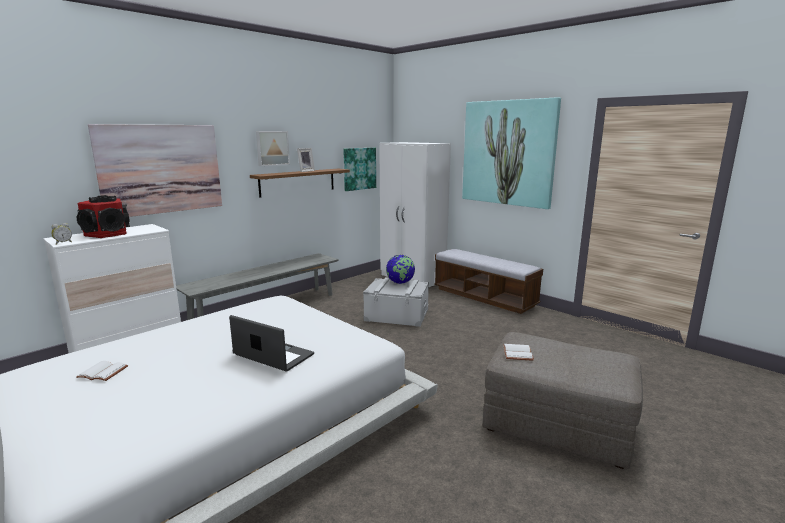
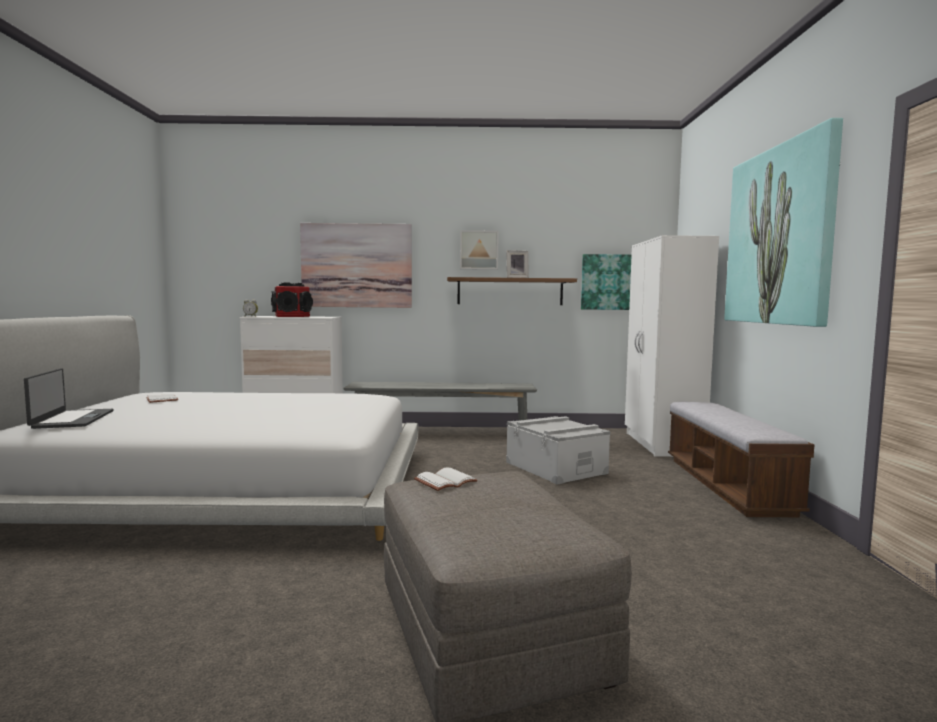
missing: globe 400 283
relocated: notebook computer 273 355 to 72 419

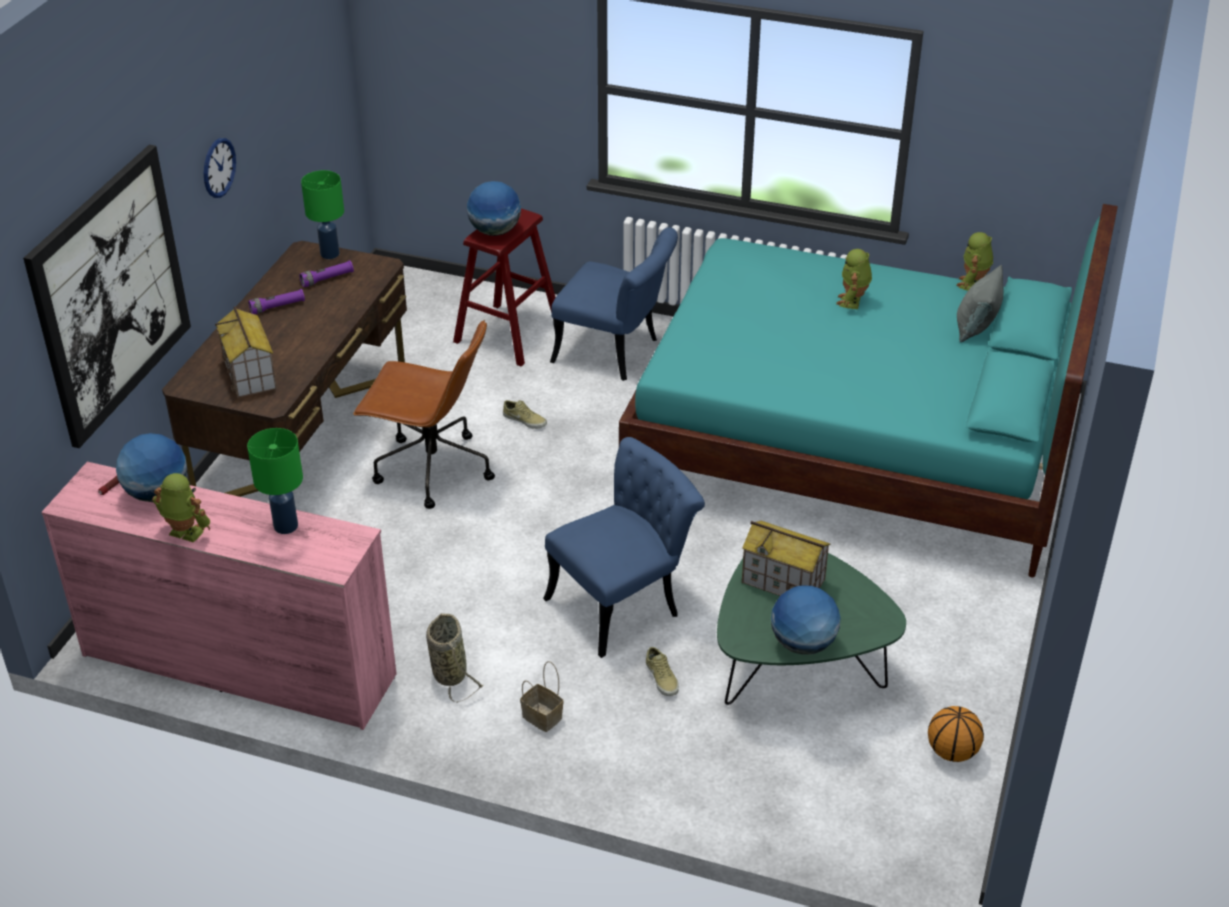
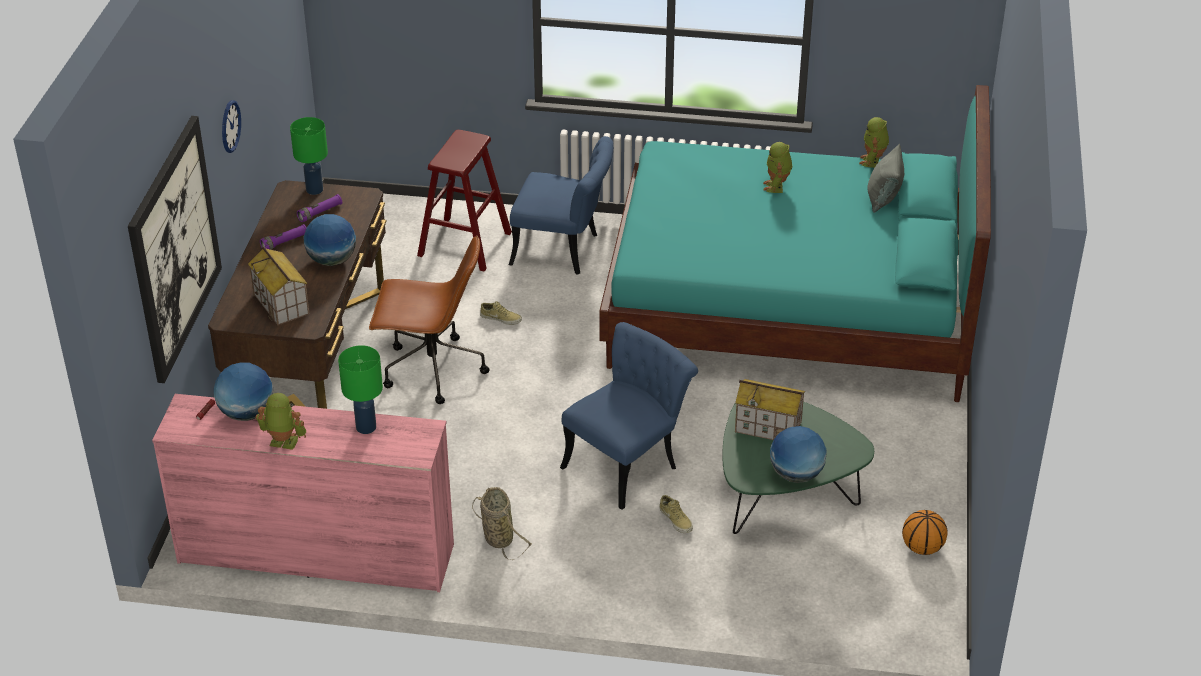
missing: basket 540 717
relocated: globe 495 231 to 332 260

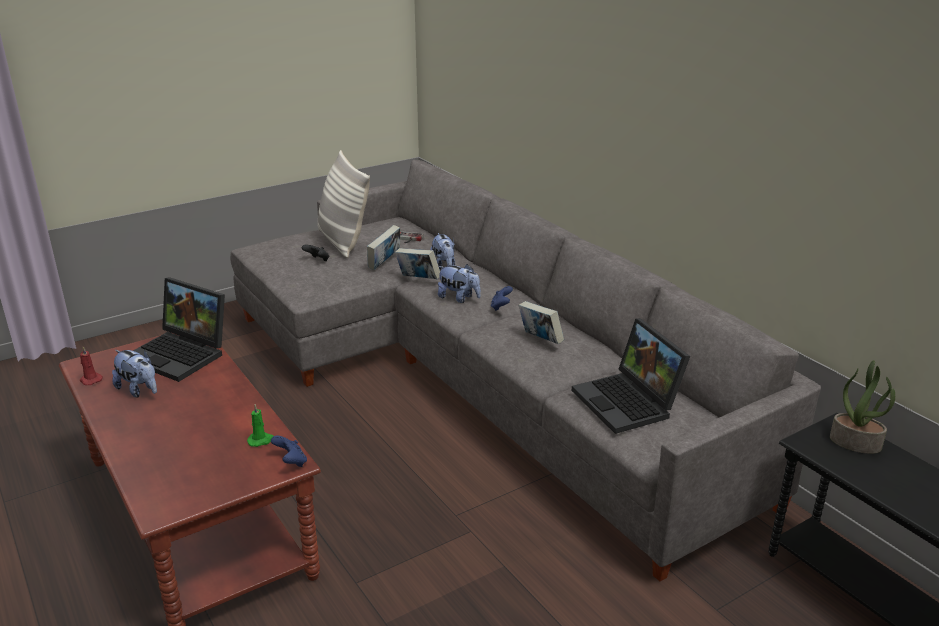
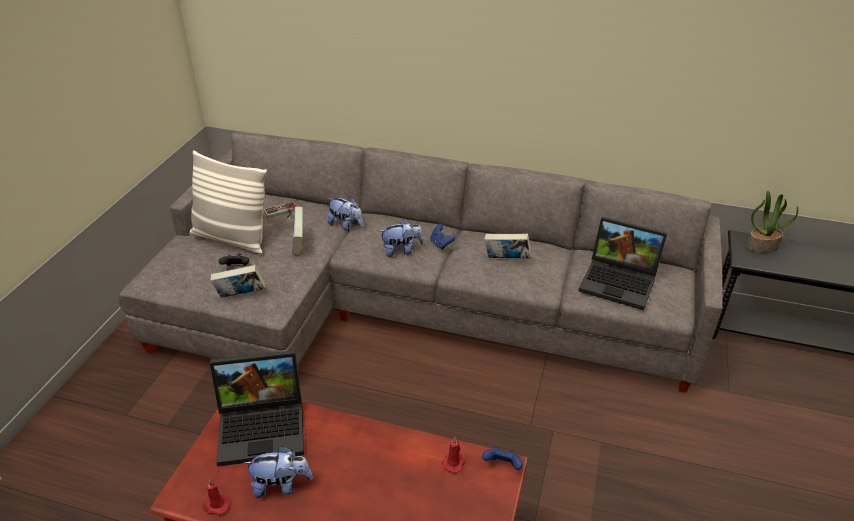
relocated: bound book 418 280 to 241 296
colour: green-coloured candle 261 440 to reddish candle 454 463

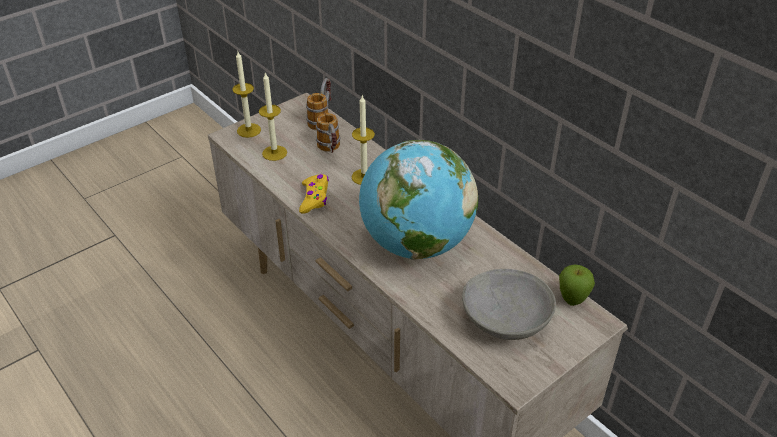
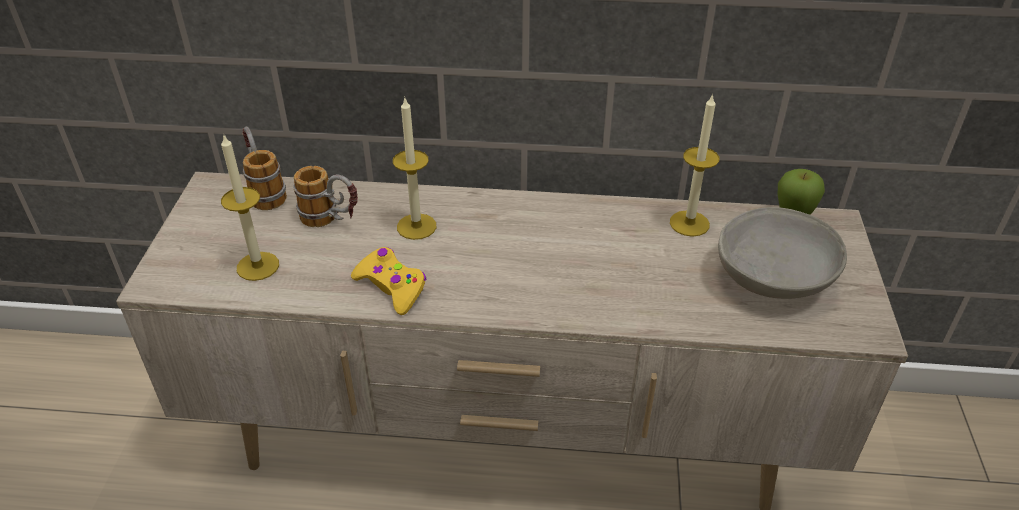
missing: globe 416 244
relocated: candle 249 130 to 689 223

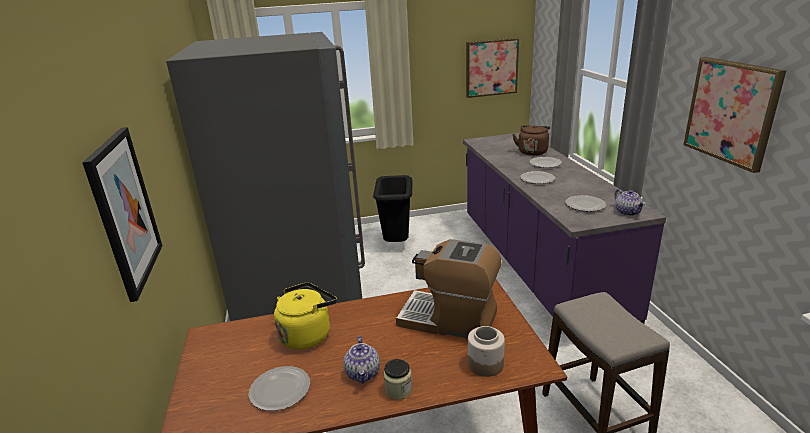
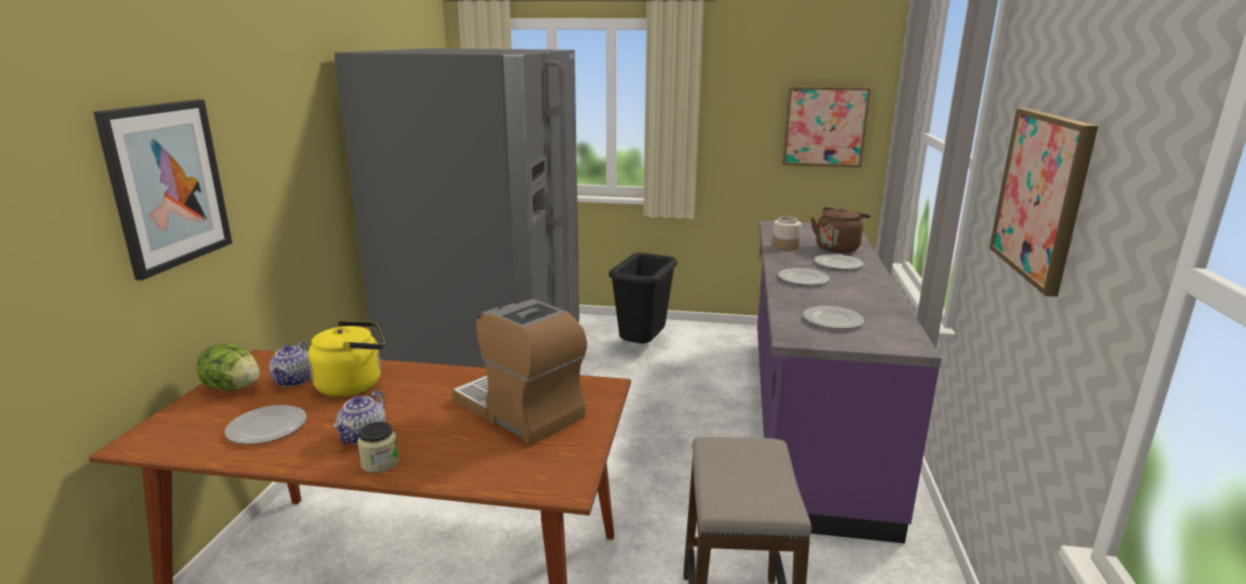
appeared: lettuce head 233 388
relocated: jar 486 364 to 786 246; pot for tea 628 212 to 294 380

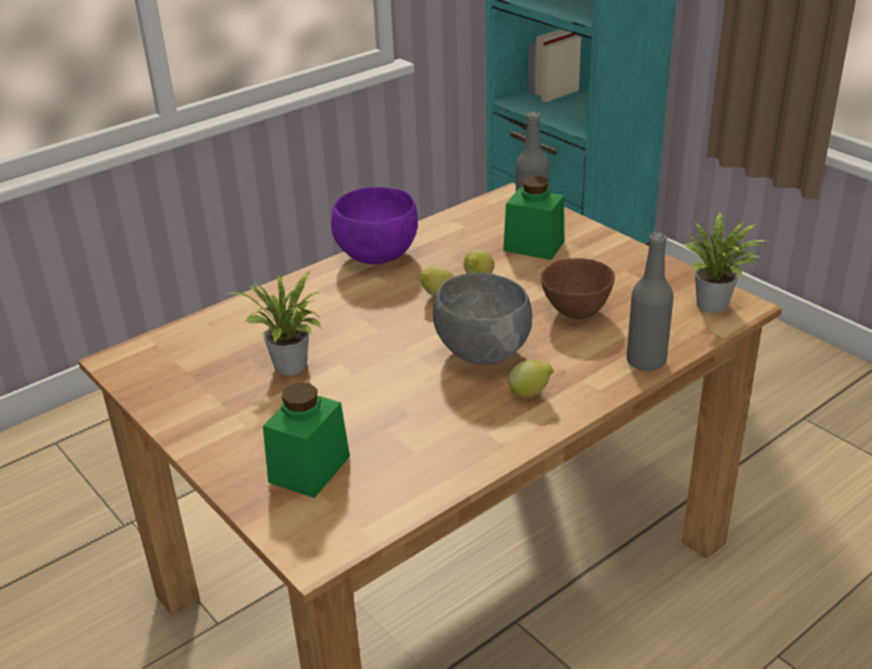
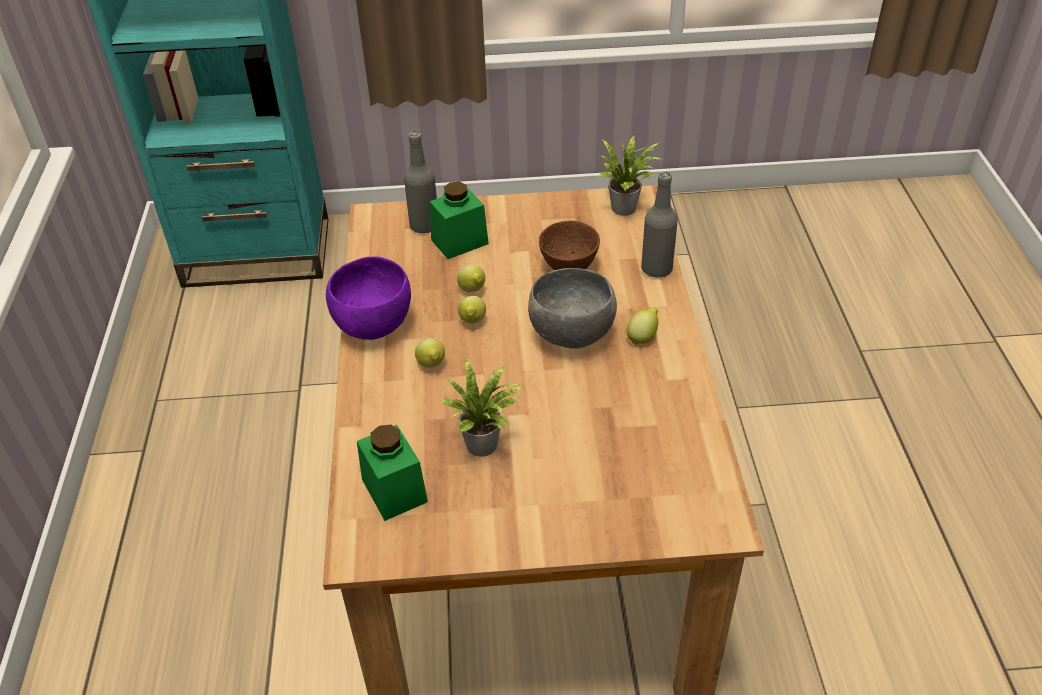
appeared: lemon 432 365
relocated: green-coloured jar 309 469 to 394 490

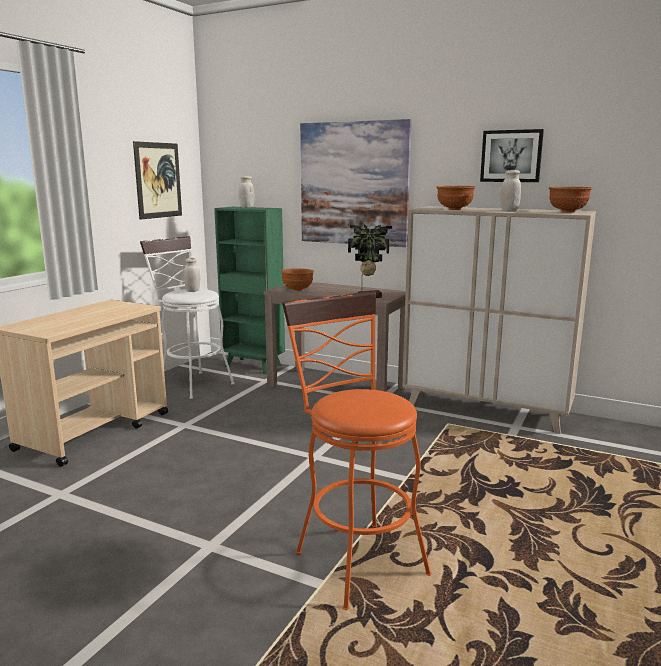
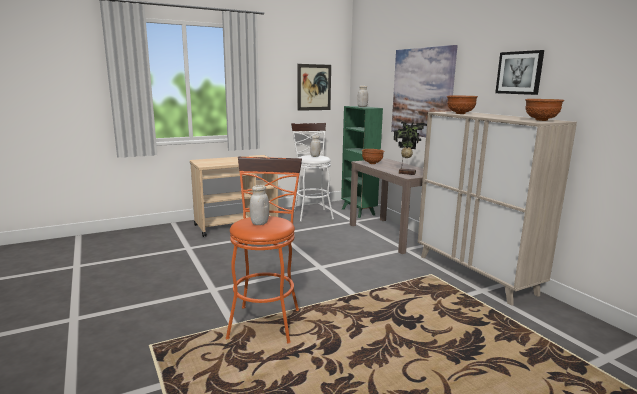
relocated: white-coloured jar 509 211 to 259 223

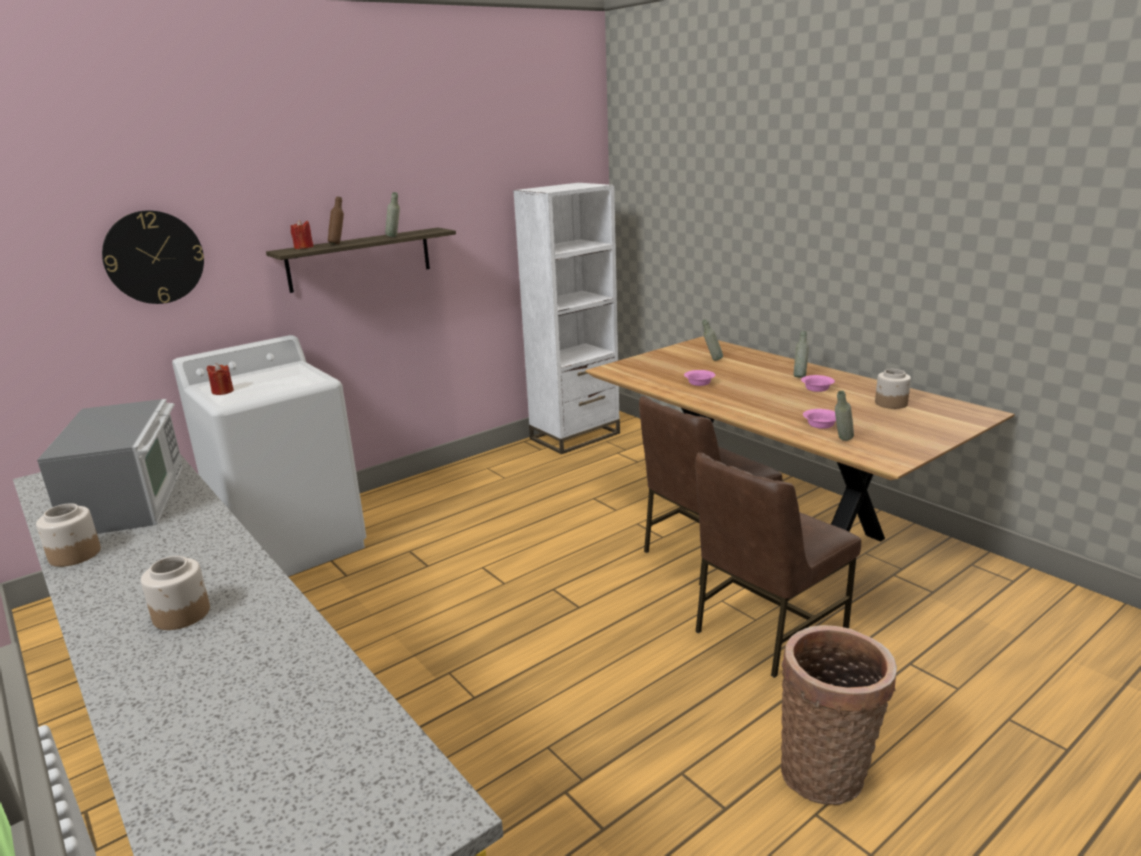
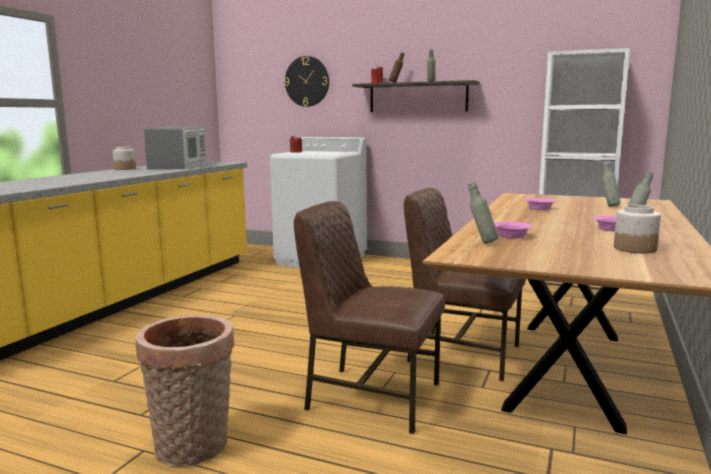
missing: jar 182 614
spun: kitchen microwave 131 499 = 179 166 45 degrees counterclockwise

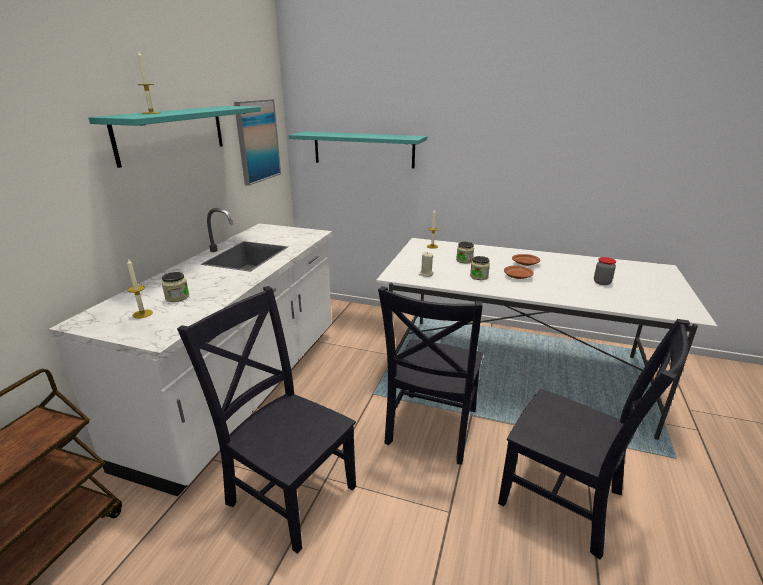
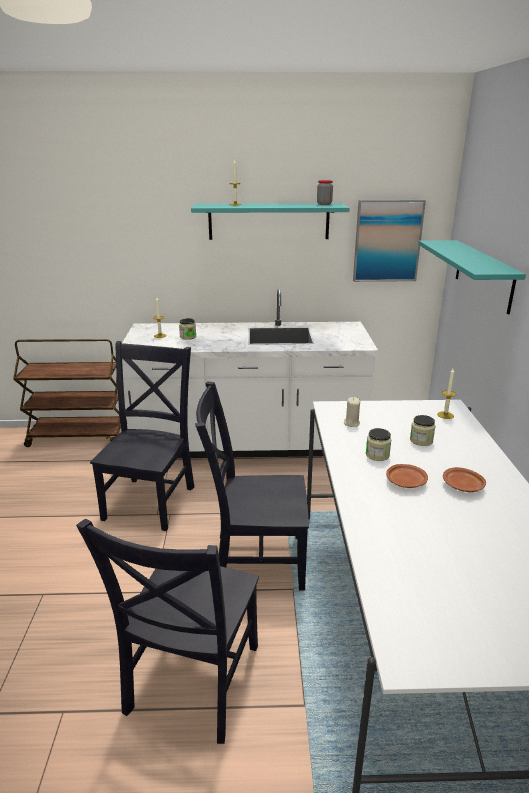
relocated: jar 602 282 to 324 204

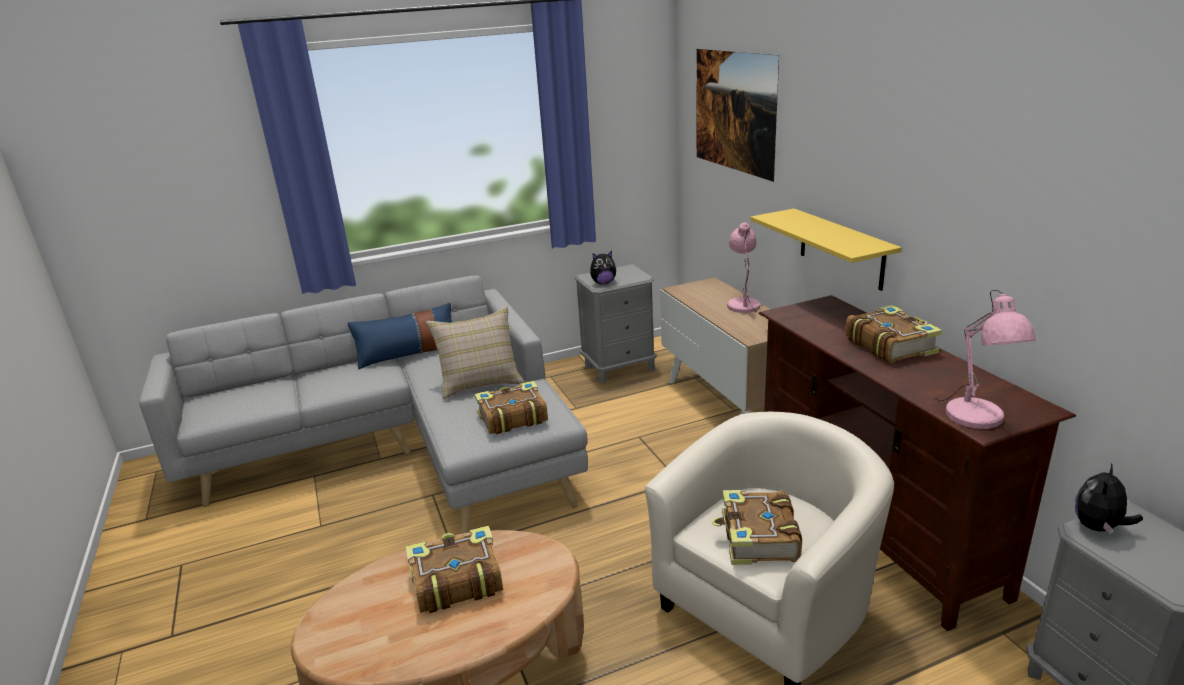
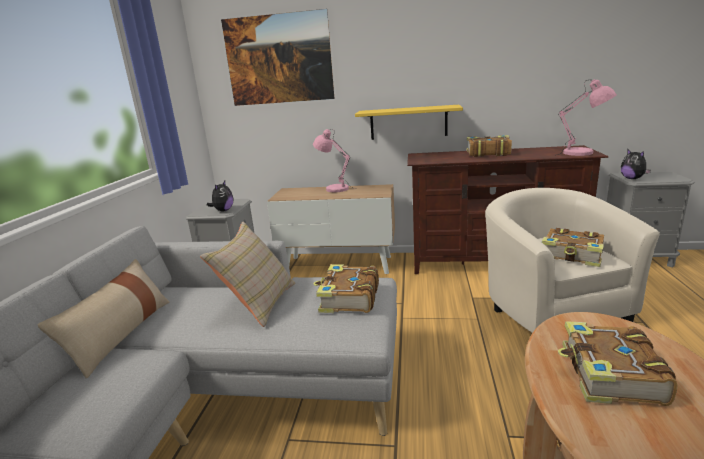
colour: blue cushion 408 354 to beige cushion 121 334

